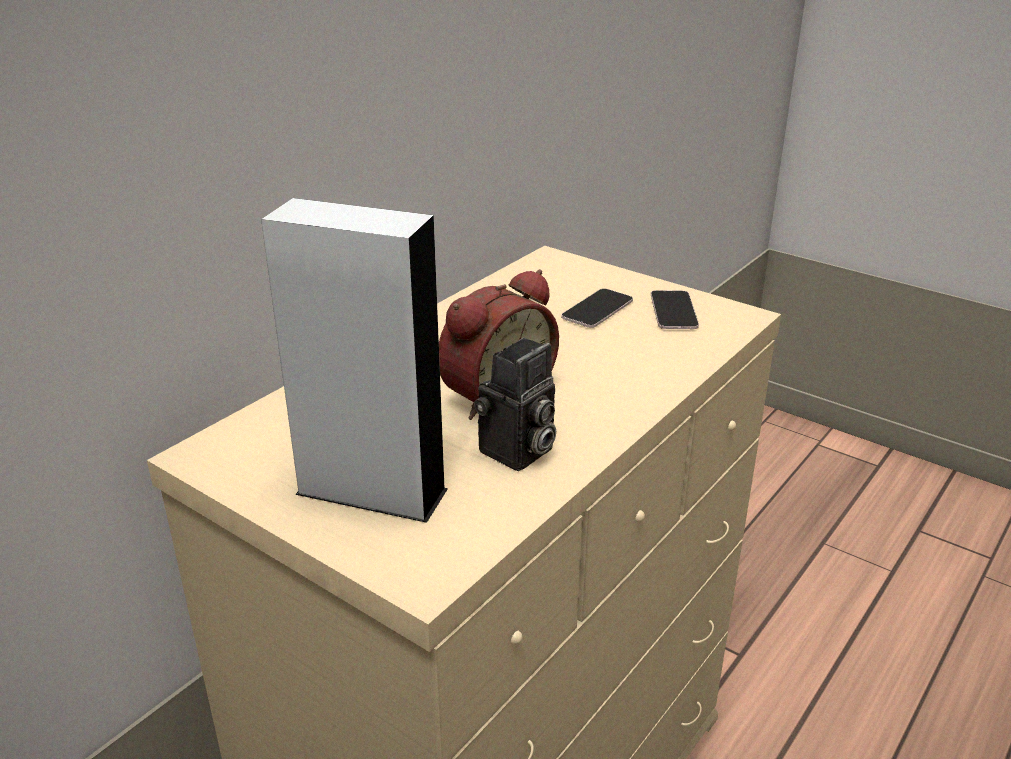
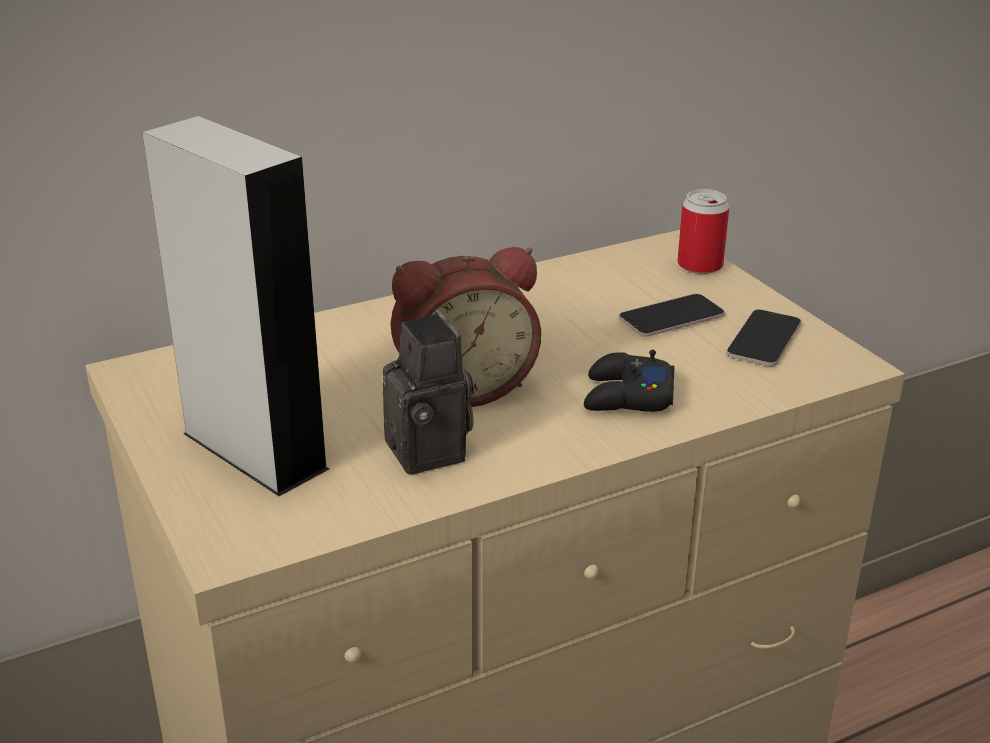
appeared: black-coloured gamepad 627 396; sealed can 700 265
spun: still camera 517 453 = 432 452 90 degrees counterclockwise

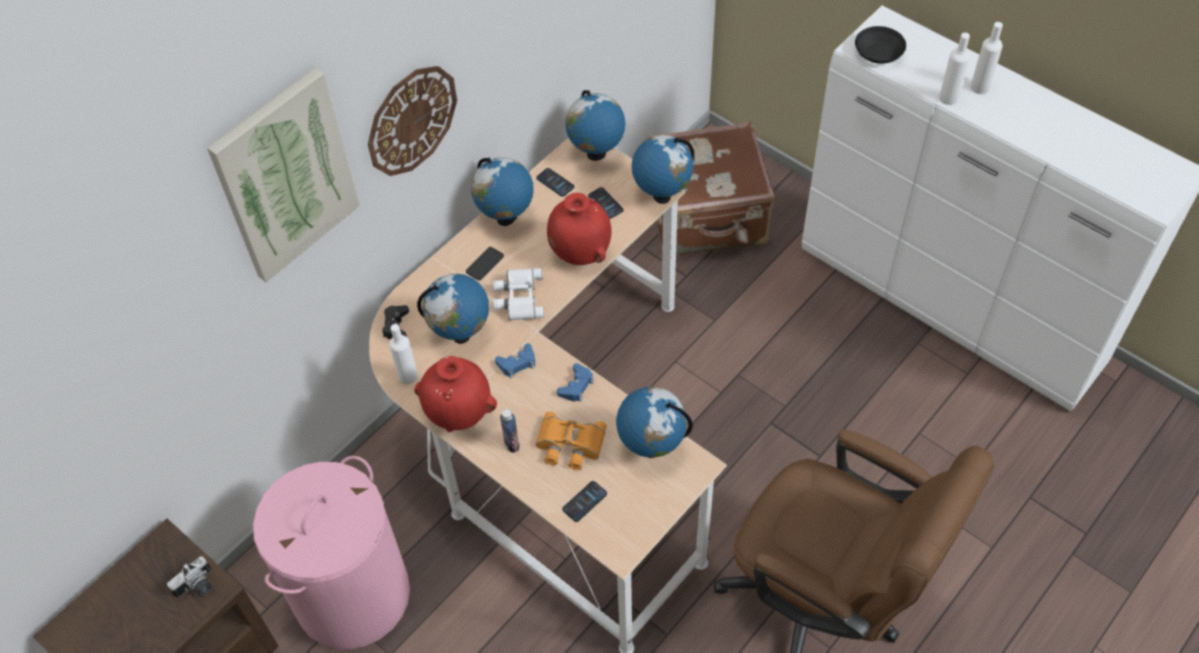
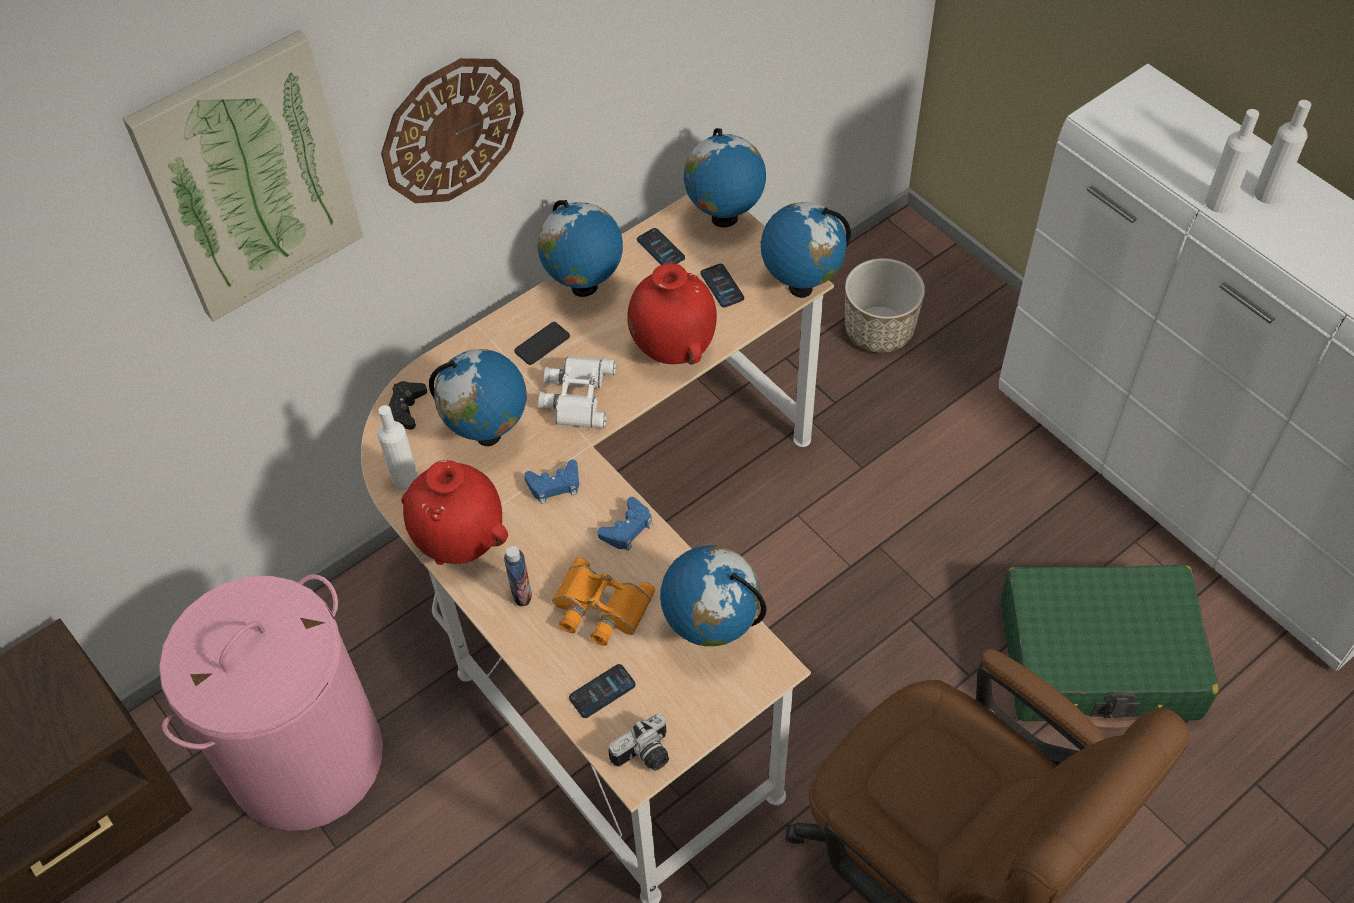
missing: black-coloured deep dish 879 53
appeared: green-coloured suitcase 1098 659
relocated: still camera 197 587 to 645 756
exchanged: brownish suitcase 707 218 to plant pot 879 330

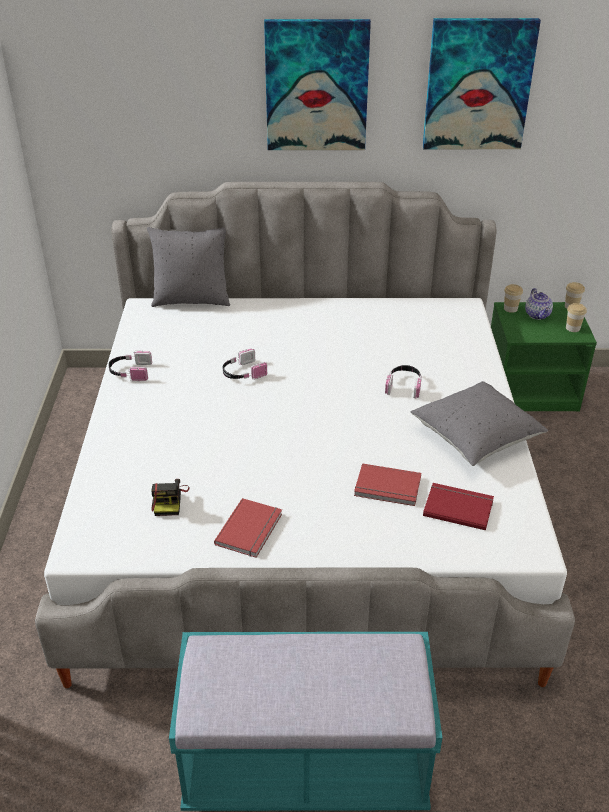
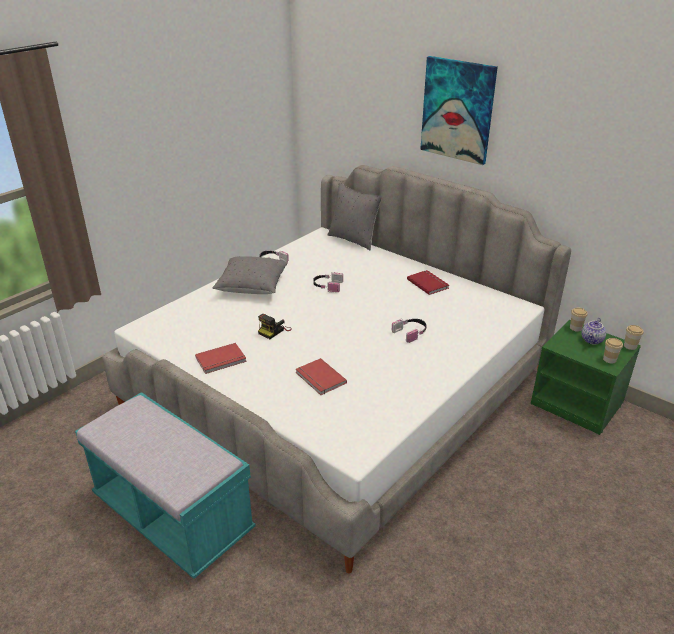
missing: wall art 478 85
relocated: still camera 169 500 to 274 331; gray cushion 475 437 to 252 287; reddish bound book 458 507 to 428 283

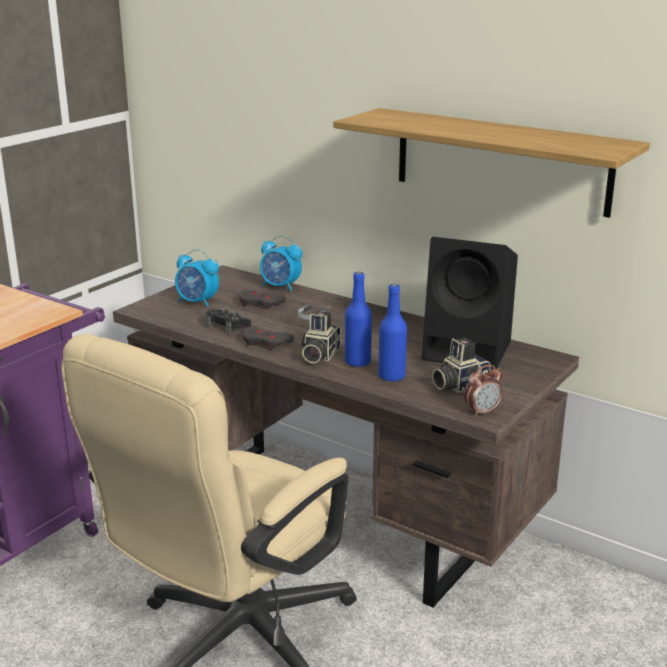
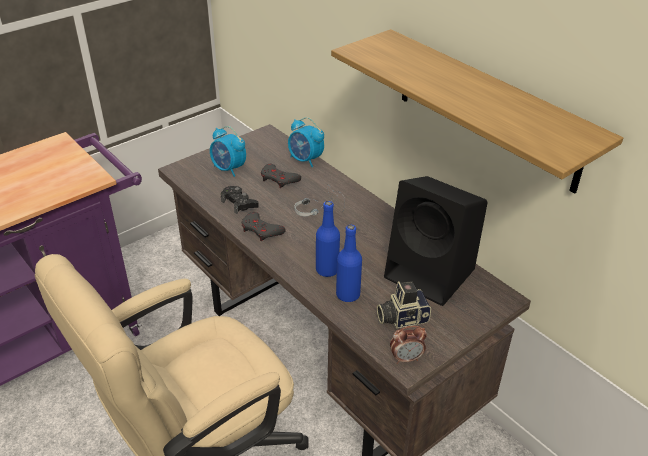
missing: still camera 318 355

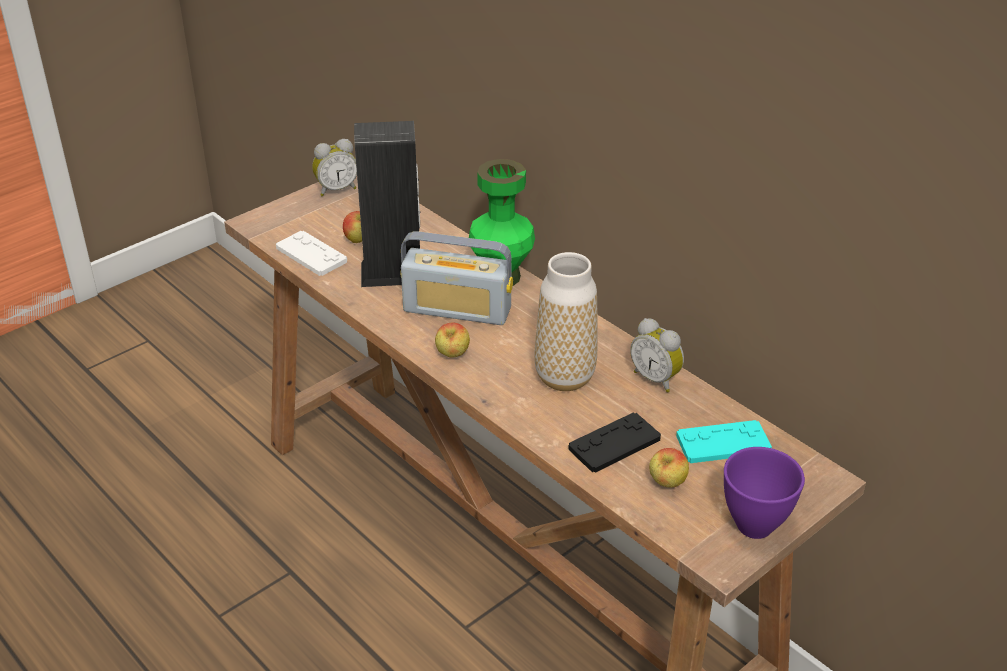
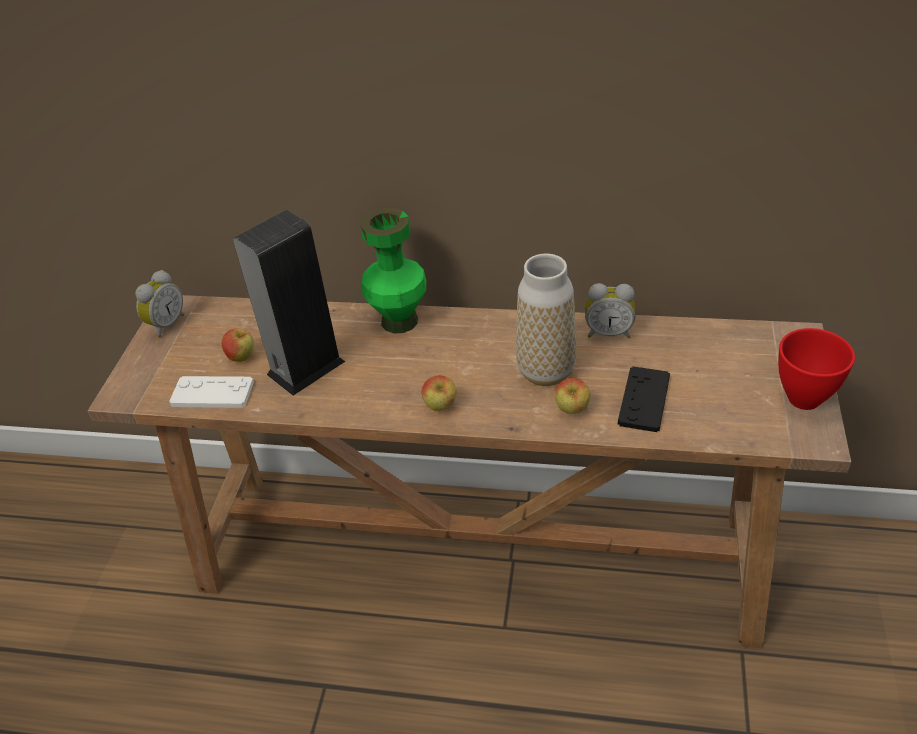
missing: radio receiver 457 310; blue-green gamepad 723 443
relocated: apple 667 483 to 572 410
colour: purple deep dish 753 524 to reddish deep dish 802 398

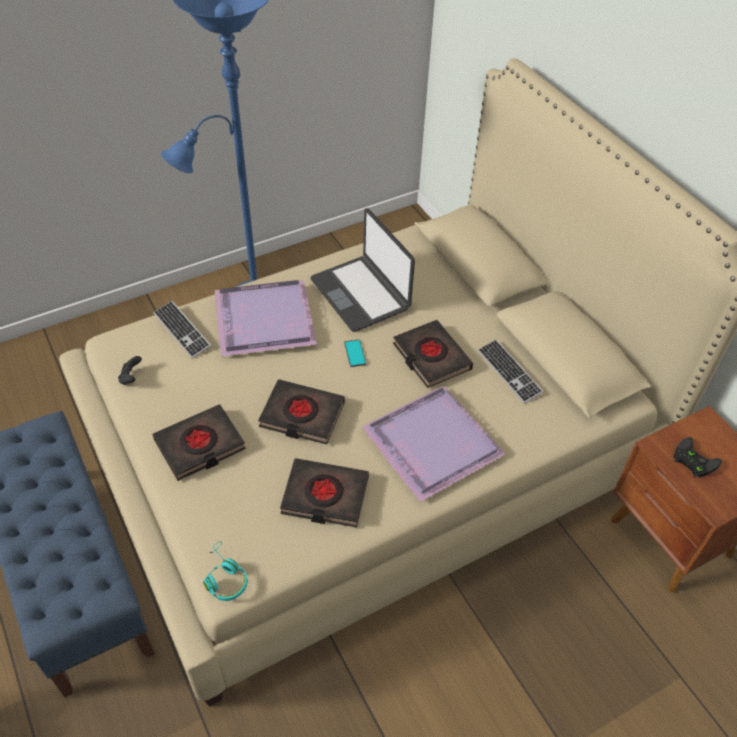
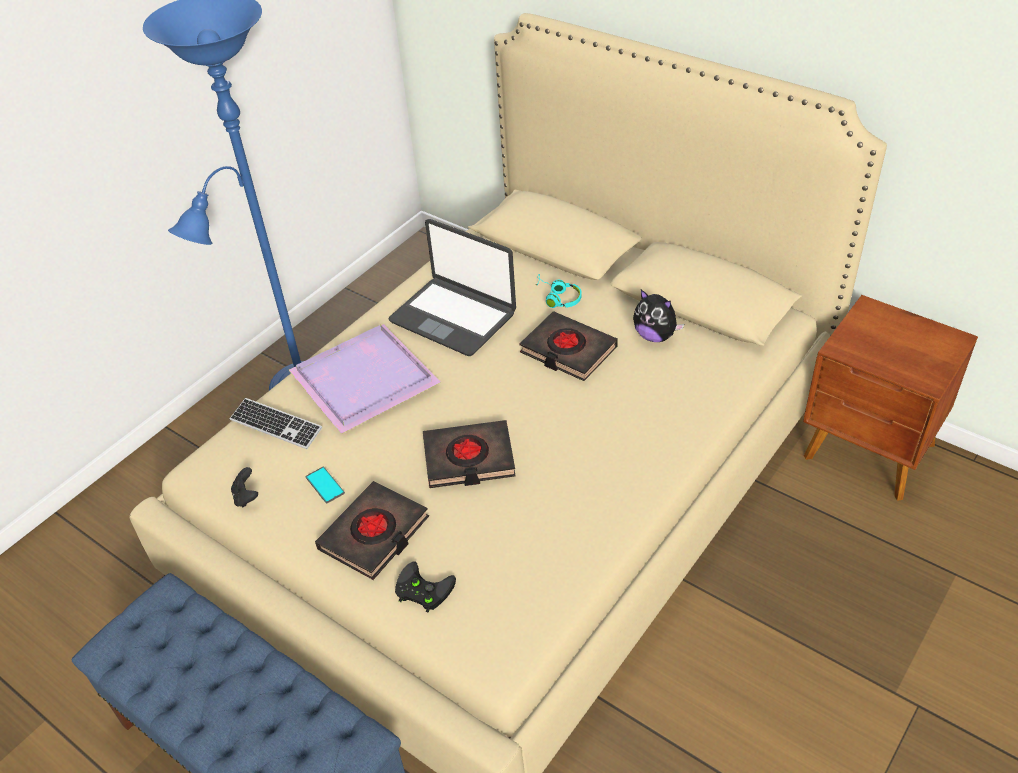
missing: black-coloured bound book 325 496; purple tray 429 443
relocated: blue-green headphones 224 577 to 557 297; handset 355 353 to 325 485; black-coloured gamepad 692 460 to 421 590
exchanged: computer keyboard 509 372 to plush toy 655 336

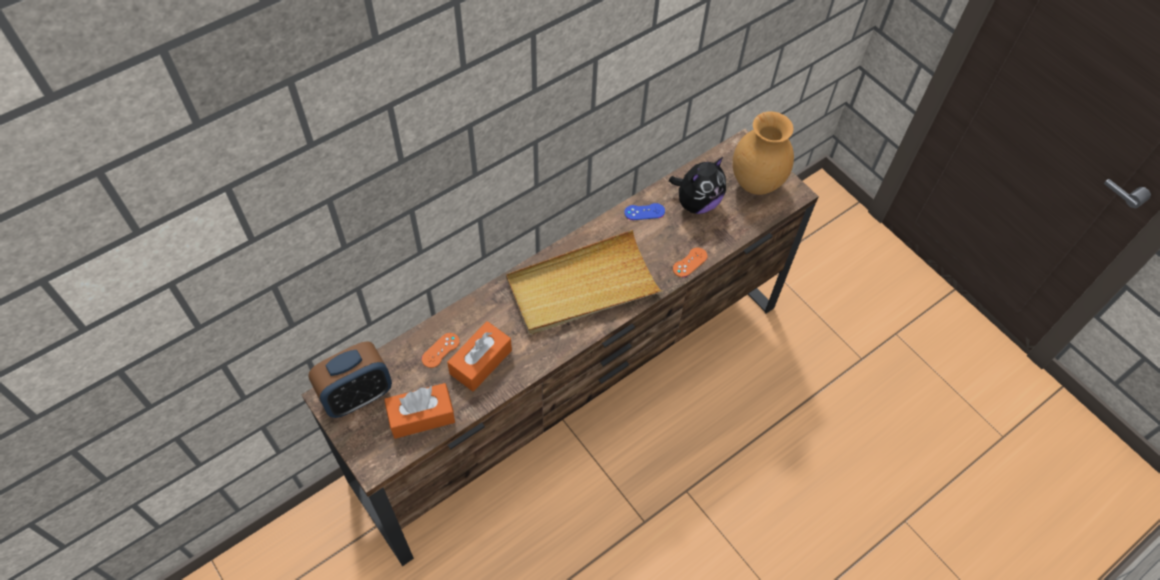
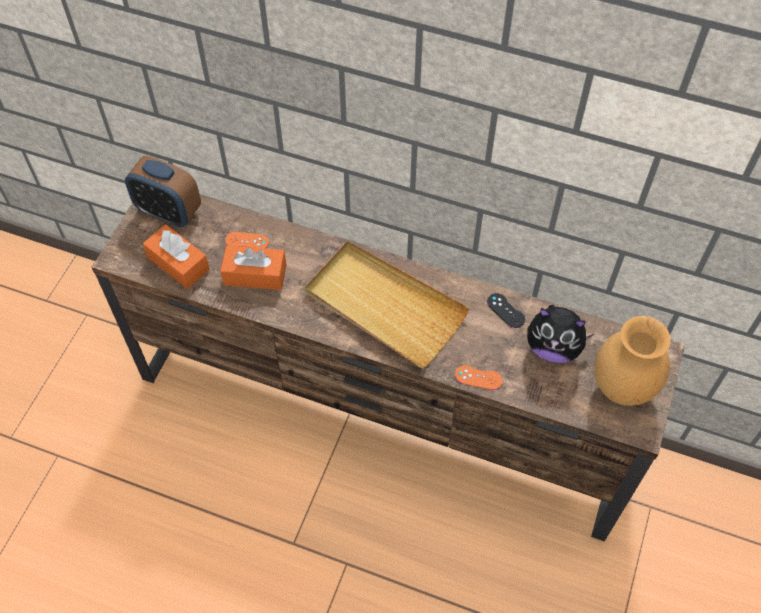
colour: blue gamepad 644 212 to black-coloured gamepad 505 310

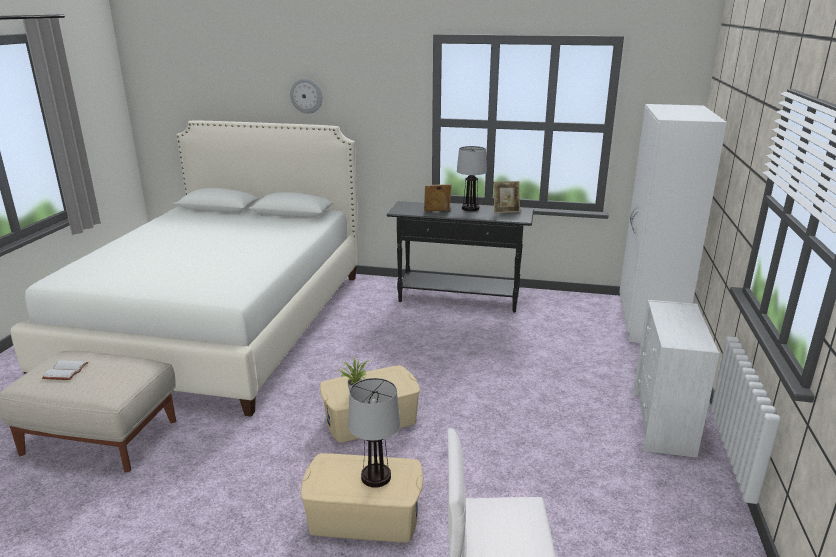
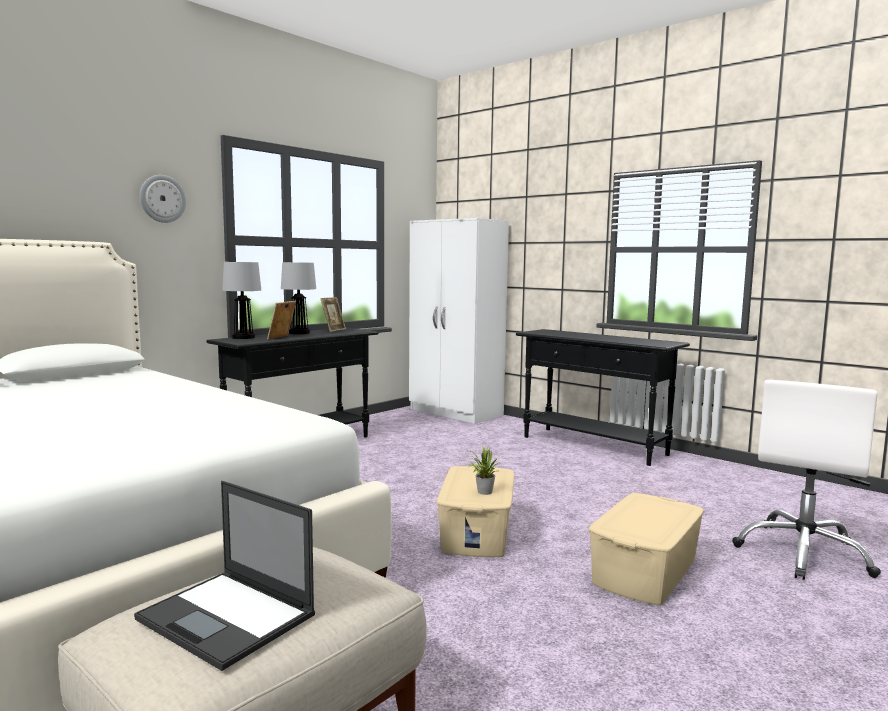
relocated: hanging clock 306 96 to 162 198; table lamp 375 476 to 243 337
exchanged: white-coloured bound book 66 371 to notebook computer 228 617; white-coloured chest of drawers 663 423 to black-coloured narrow table 594 446

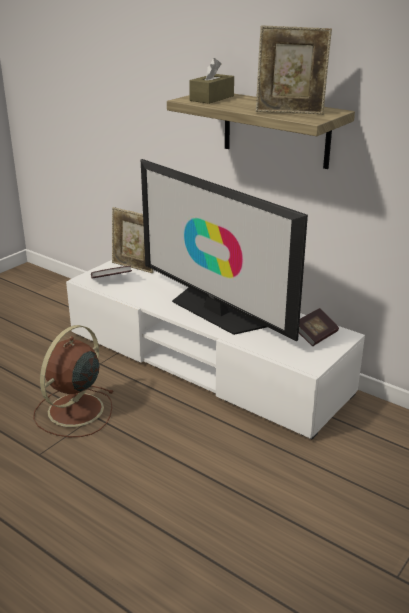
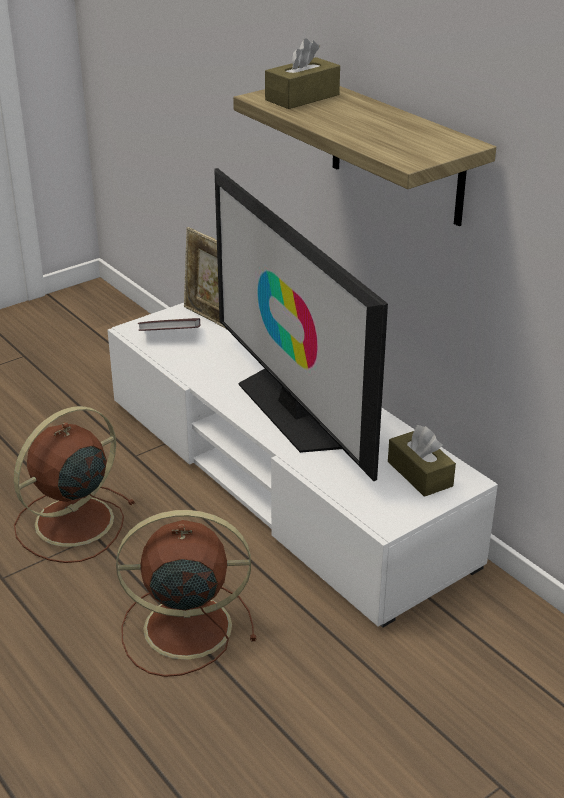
missing: picture frame 290 112
appeared: brownish electric fan 183 627
exchanged: bound book 315 336 to brownish tissue holder 420 474

